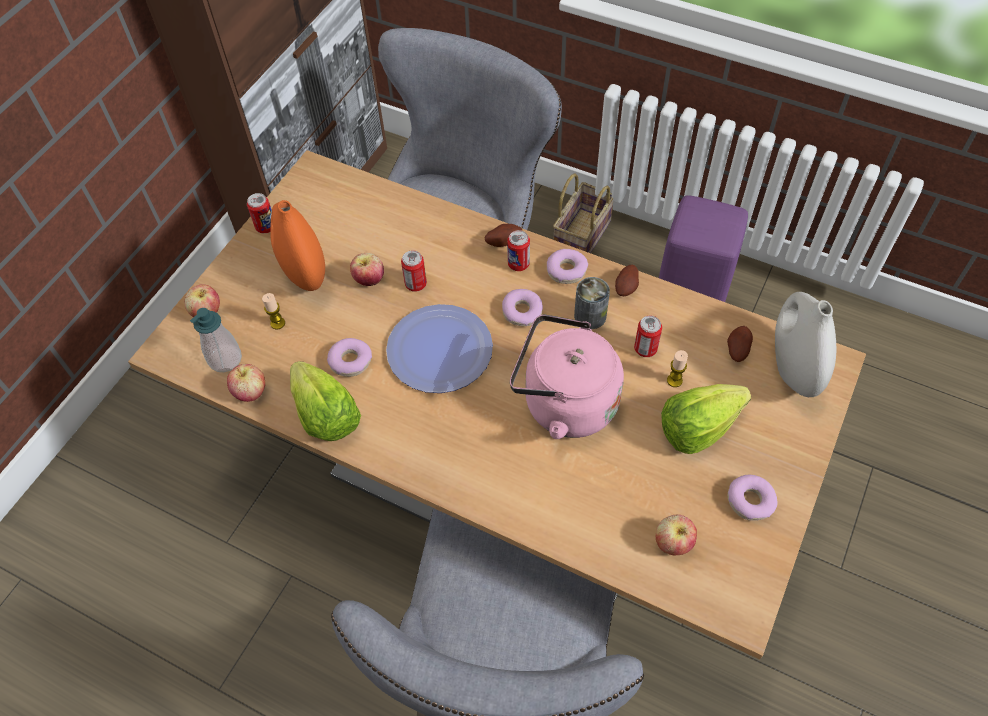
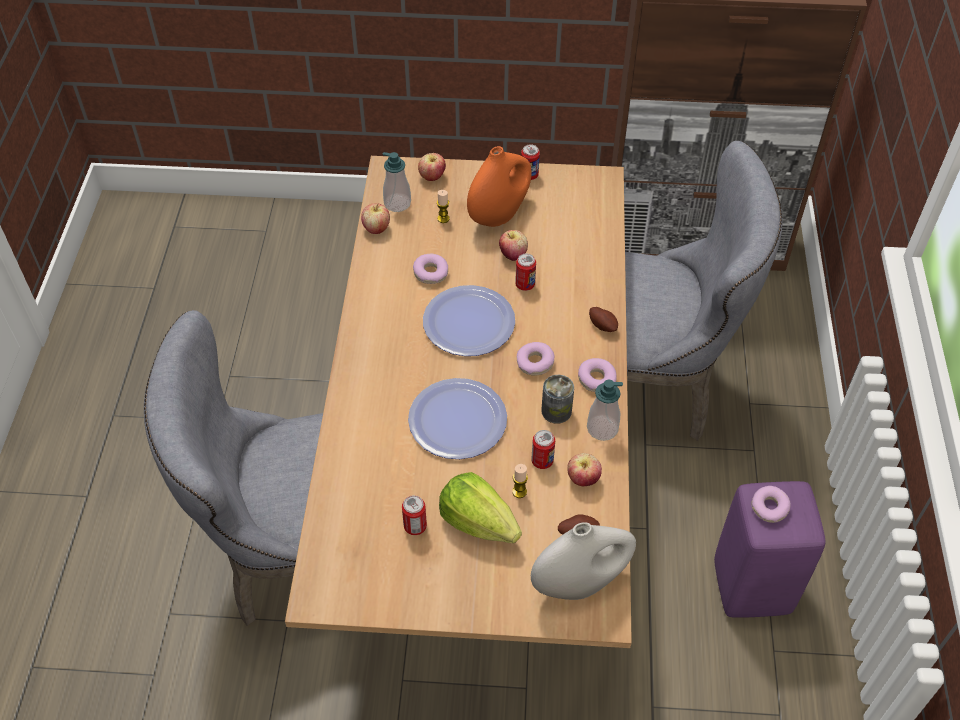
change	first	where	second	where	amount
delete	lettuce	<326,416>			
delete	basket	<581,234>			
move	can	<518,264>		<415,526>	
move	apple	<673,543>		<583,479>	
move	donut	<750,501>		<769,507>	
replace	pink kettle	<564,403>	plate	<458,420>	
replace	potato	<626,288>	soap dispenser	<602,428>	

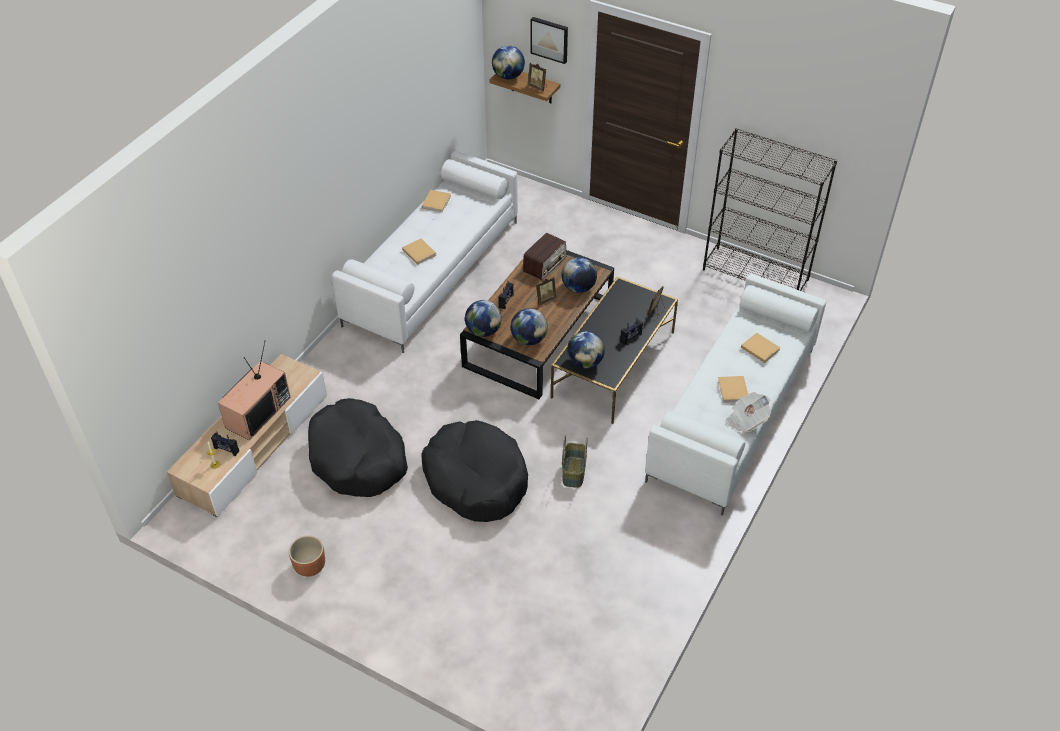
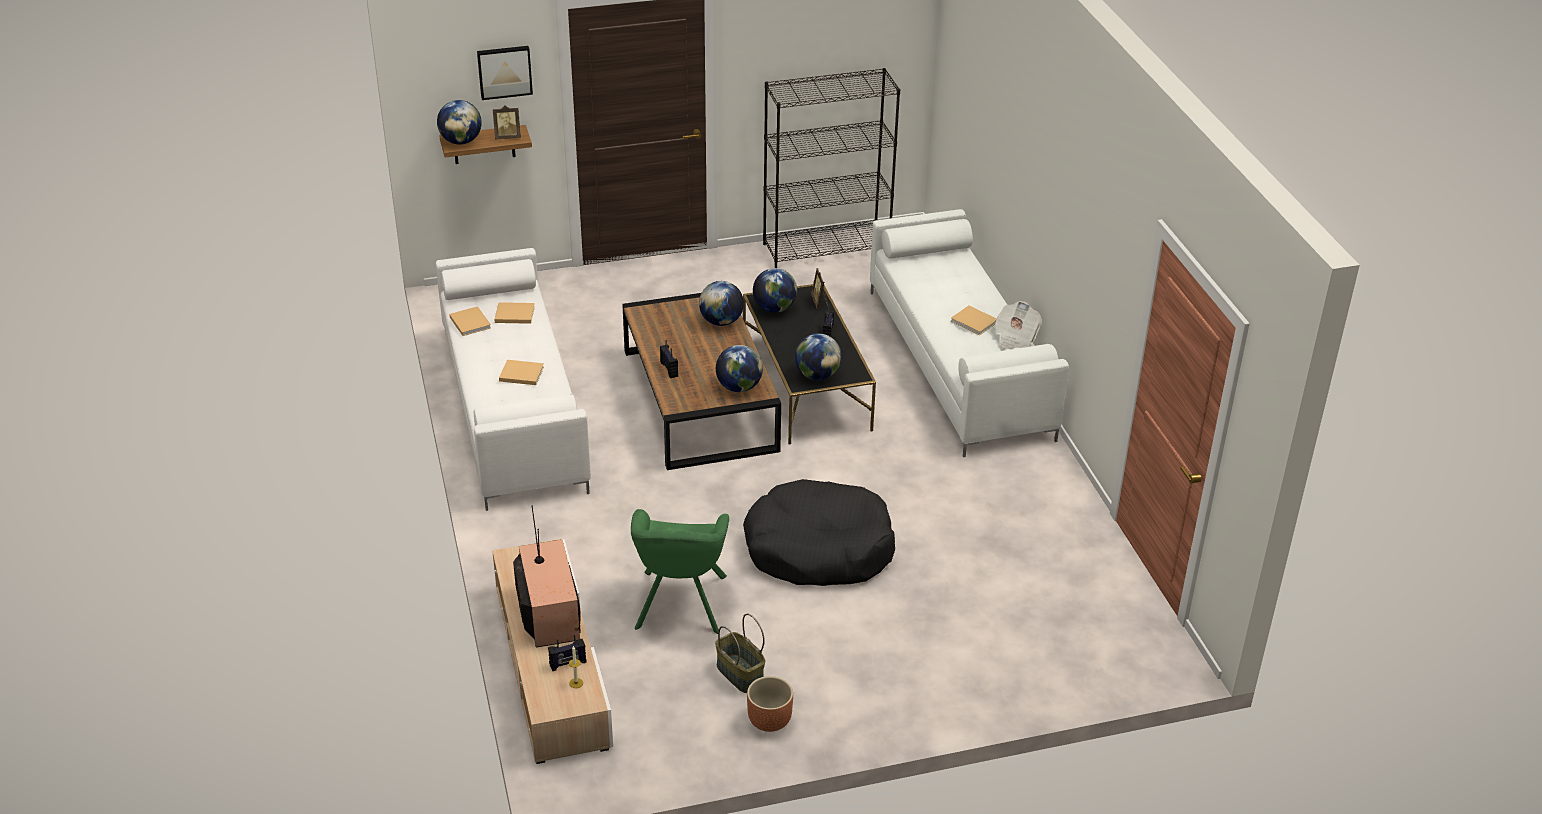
change	first	where	second	where	amount
delete	radio	<544,264>			
delete	picture frame	<544,299>			
move	globe	<483,331>		<774,308>	
move	basket	<573,472>		<739,674>	
move	beige book	<759,348>		<513,314>	
replace	black dog bed	<358,458>	green armchair	<680,606>	

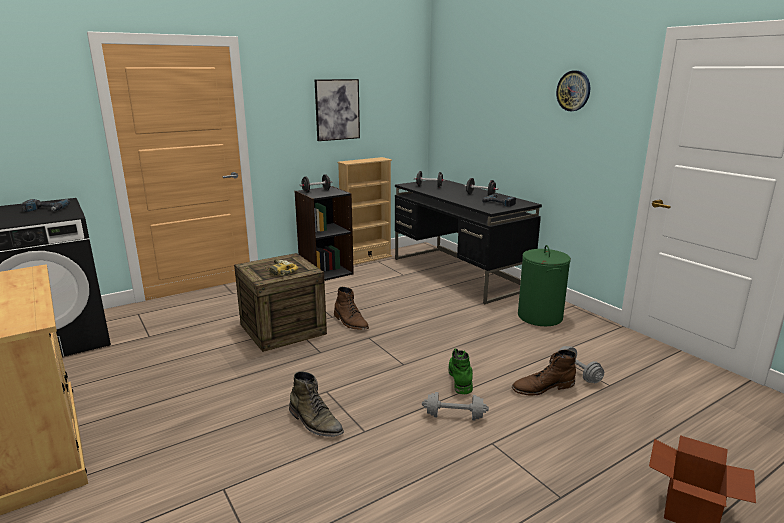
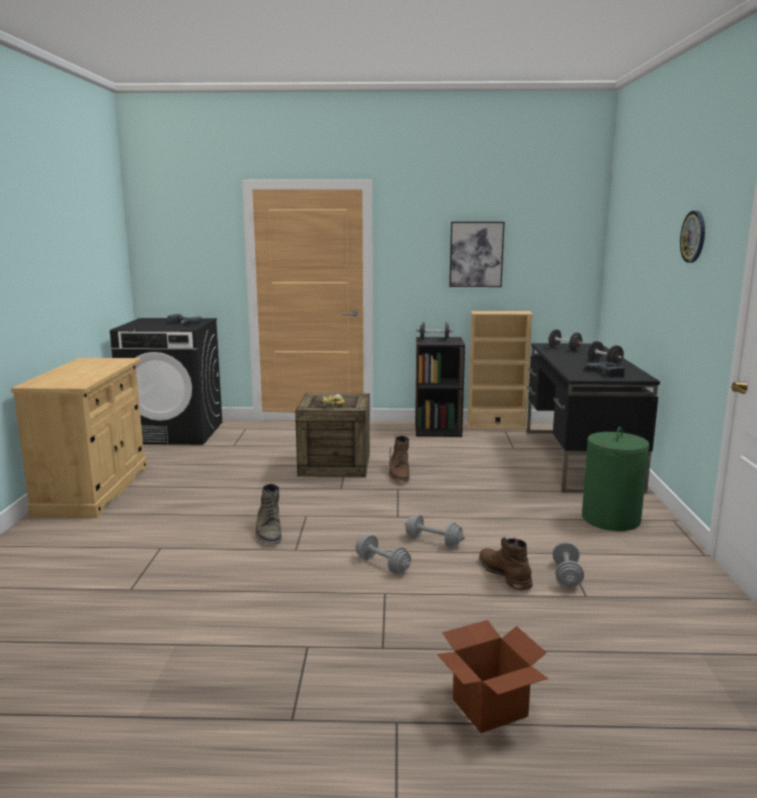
change	first	where	second	where	amount
replace	green boot	<460,378>	grey dumbbell	<433,541>	
rotate	brown boot	<542,387>		<504,573>	45 degrees clockwise

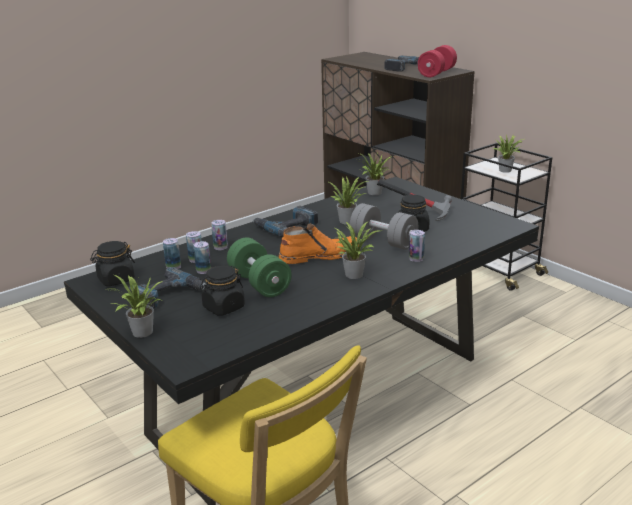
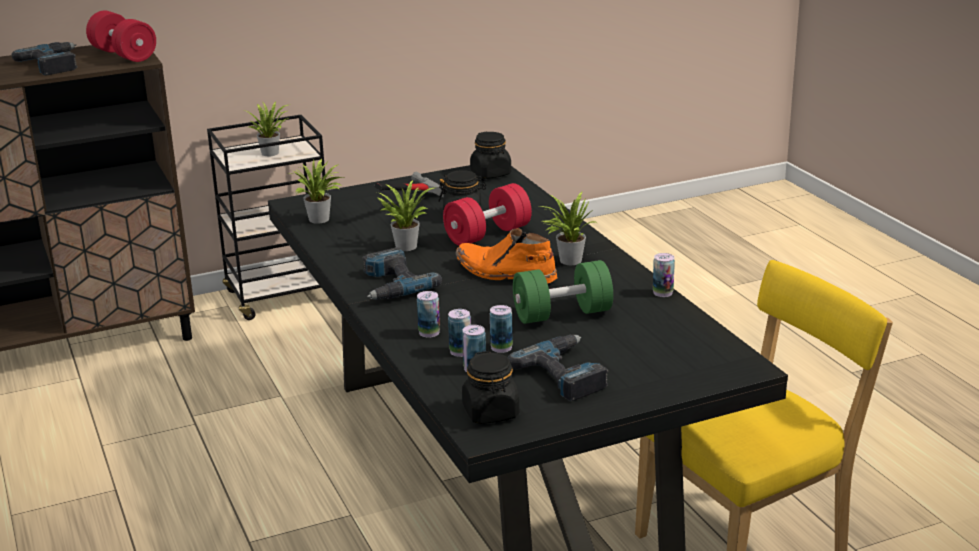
change	first	where	second	where	amount
delete	potted plant	<140,333>			
move	black jar	<223,307>		<491,174>	
move	can	<416,258>		<662,292>	
recolor	grey dumbbell	<383,241>	red dumbbell	<487,235>	
rotate	orange boot	<319,256>		<504,273>	60 degrees counterclockwise

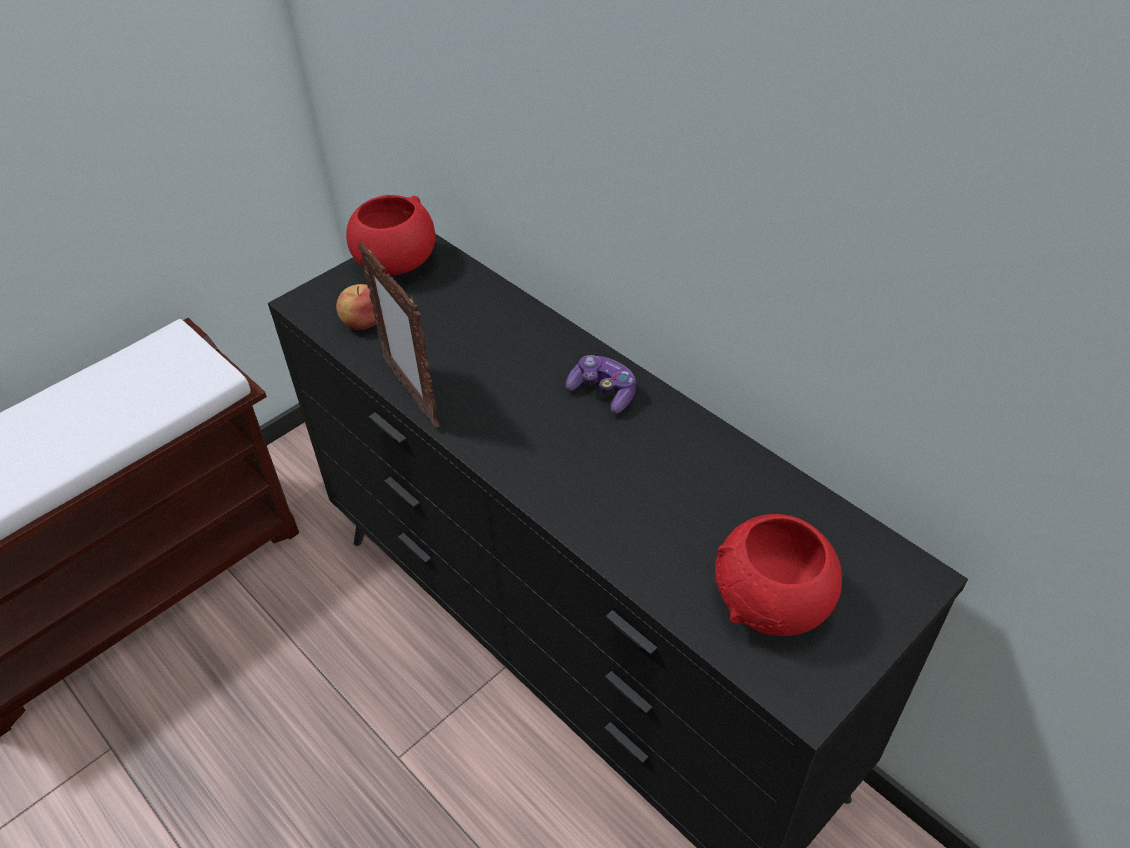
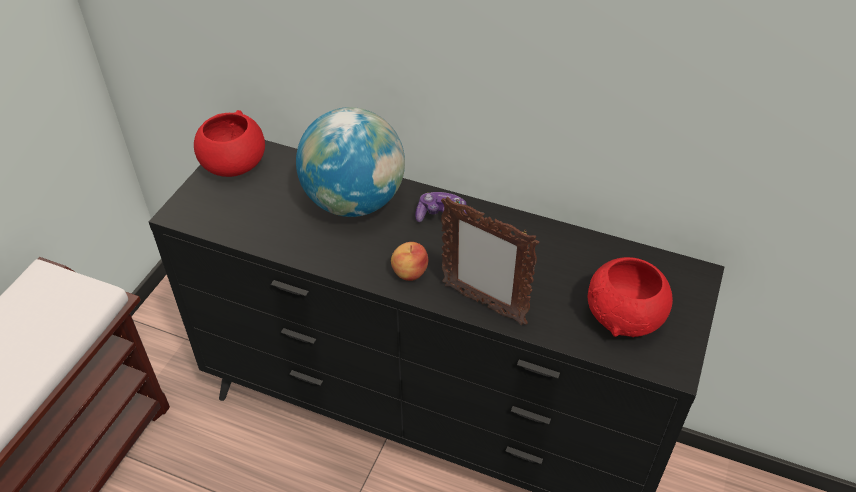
change	first	where	second	where	amount
insert			globe	<354,202>	
move	apple	<363,322>		<409,272>	
move	picture frame	<411,393>		<483,304>	

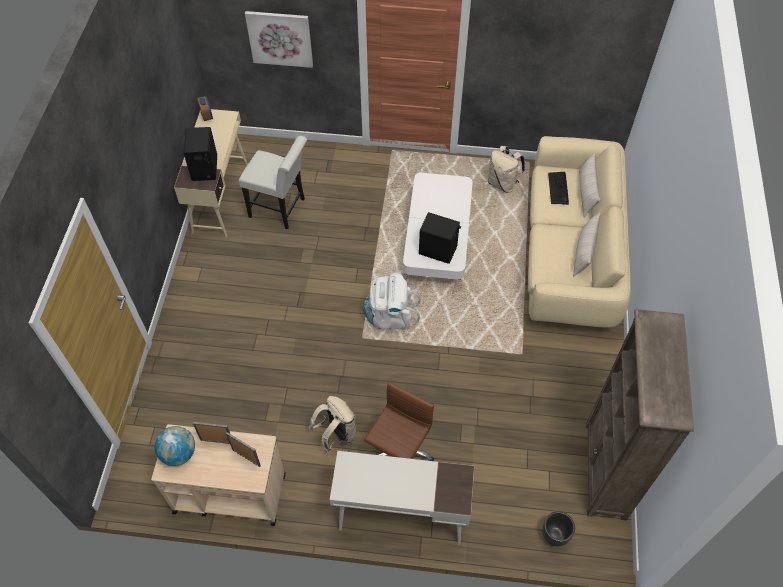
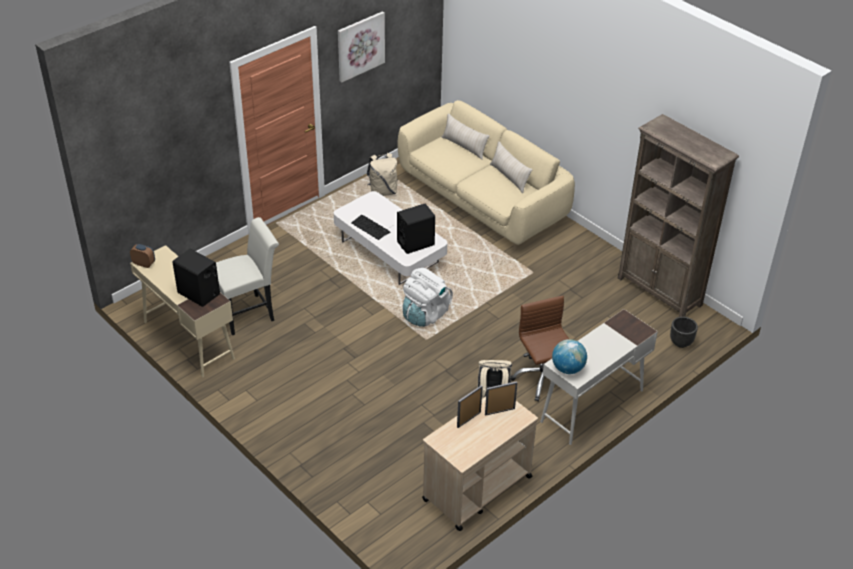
change	first	where	second	where	amount
move	globe	<179,453>		<568,368>	
move	picture	<280,38>		<360,46>	
move	keyboard	<558,188>		<370,227>	

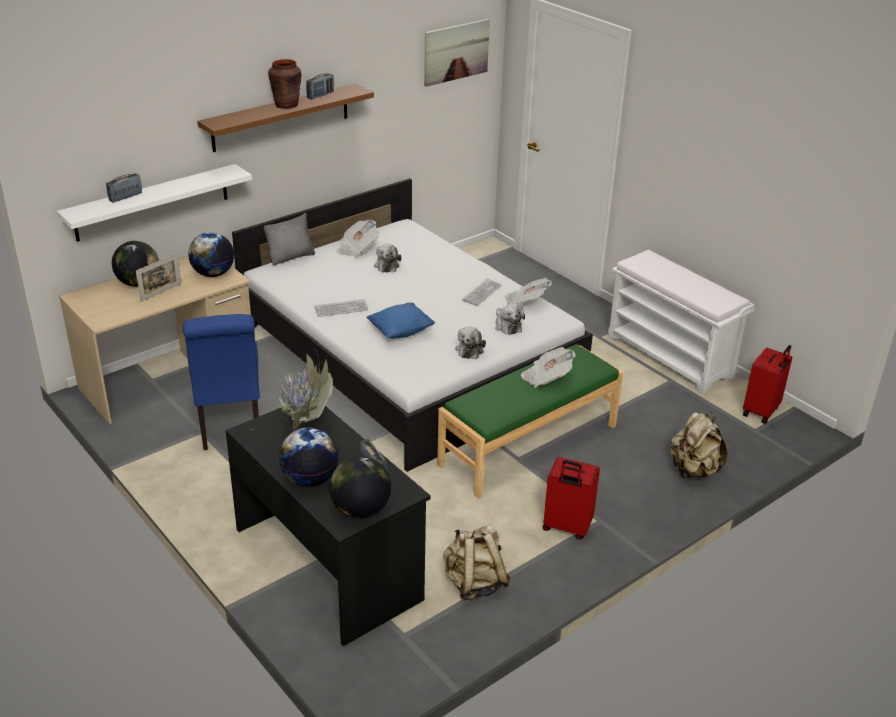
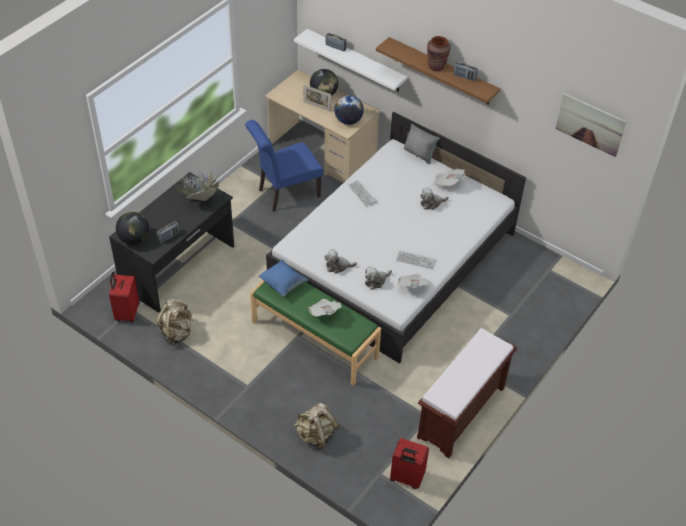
change	first	where	second	where	amount
delete	globe	<310,479>			
move	blue pillow	<401,332>		<283,284>	
move	red suitcase	<566,527>		<127,313>	
recolor	white bench	<670,357>	brown bench	<461,413>	

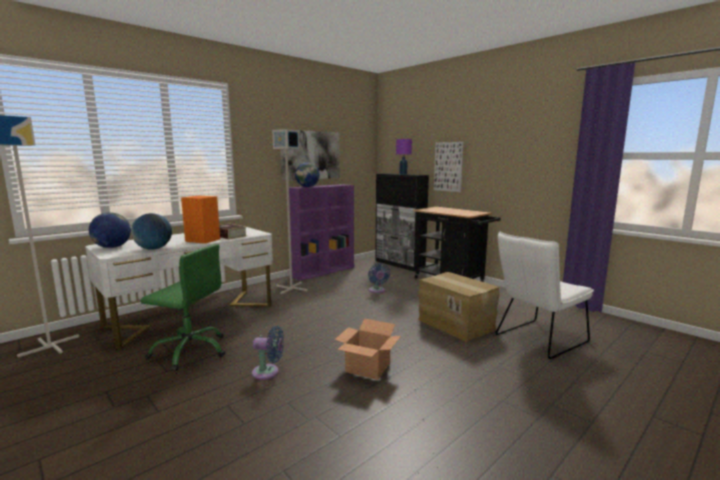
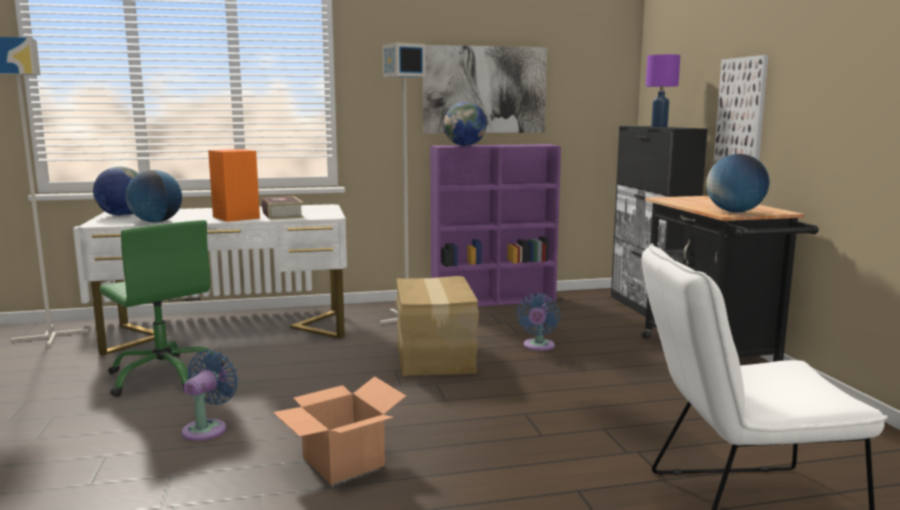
change	first	where	second	where	amount
insert			globe	<734,212>	
move	cardboard box	<456,324>		<436,356>	
rotate	blue fan	<268,372>		<207,428>	105 degrees counterclockwise

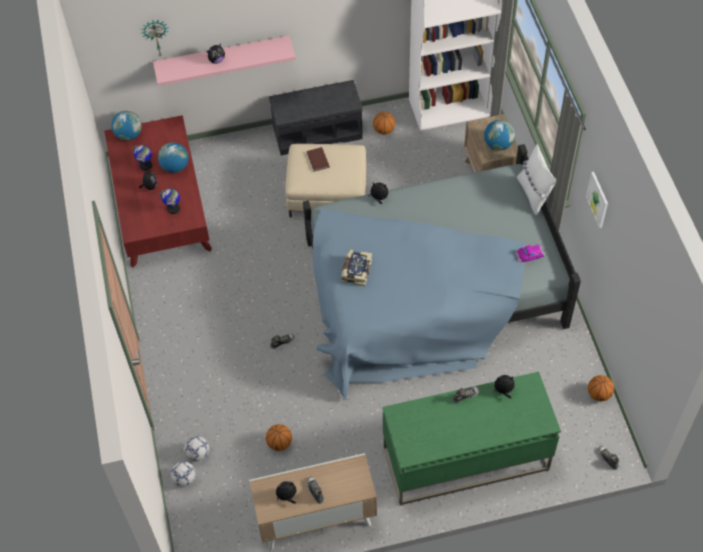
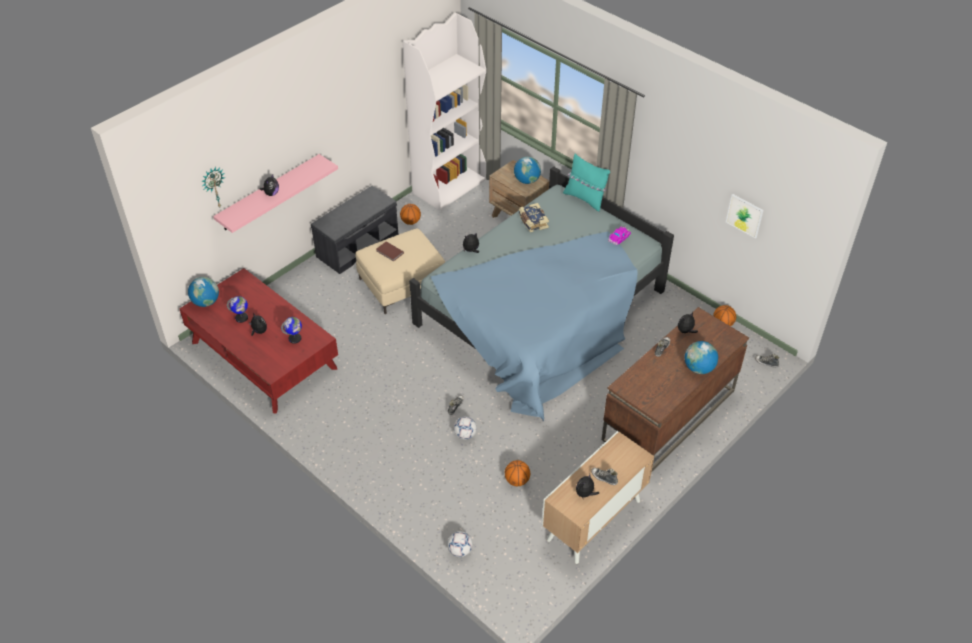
change	first	where	second	where	amount
move	globe	<175,167>		<698,368>	
move	football	<198,453>		<465,435>	
move	book	<356,271>		<532,222>	
move	picture	<597,199>		<744,215>	
recolor	green desk	<465,459>	brown desk	<668,415>	
recolor	white pillow	<533,194>	turquoise pillow	<585,199>	

